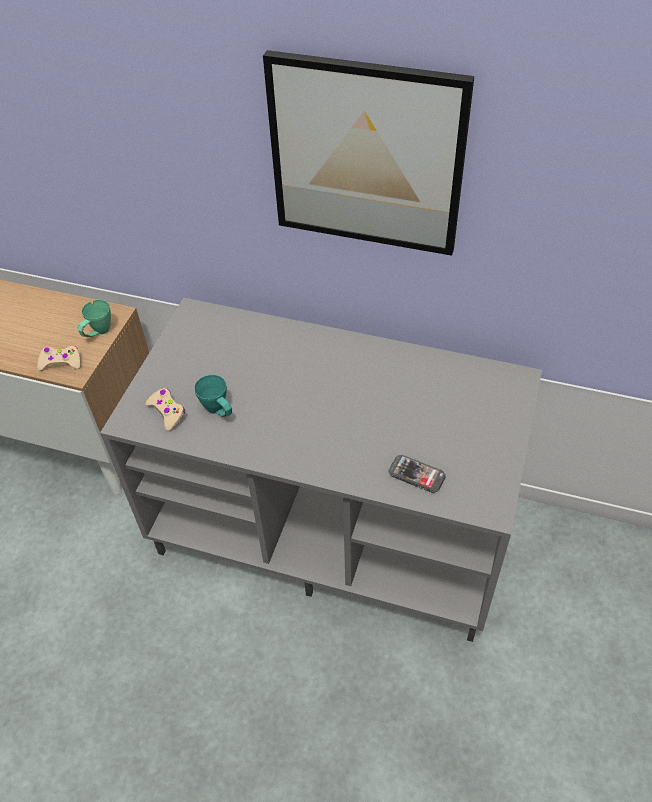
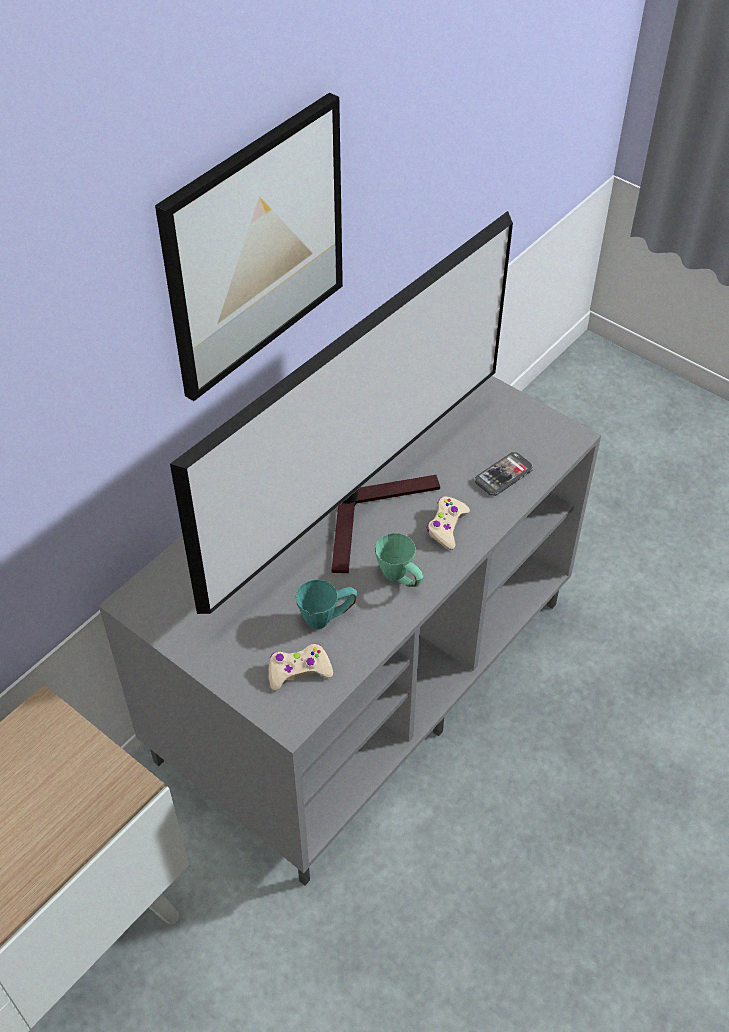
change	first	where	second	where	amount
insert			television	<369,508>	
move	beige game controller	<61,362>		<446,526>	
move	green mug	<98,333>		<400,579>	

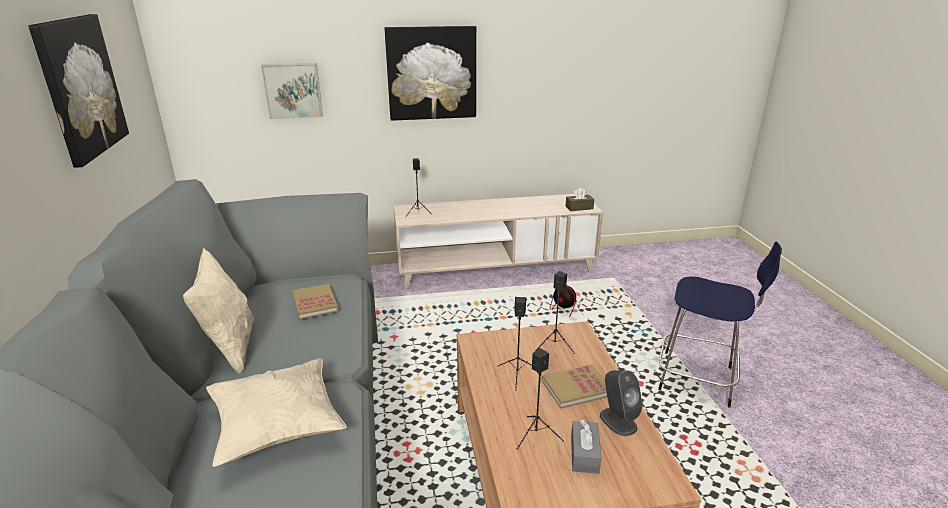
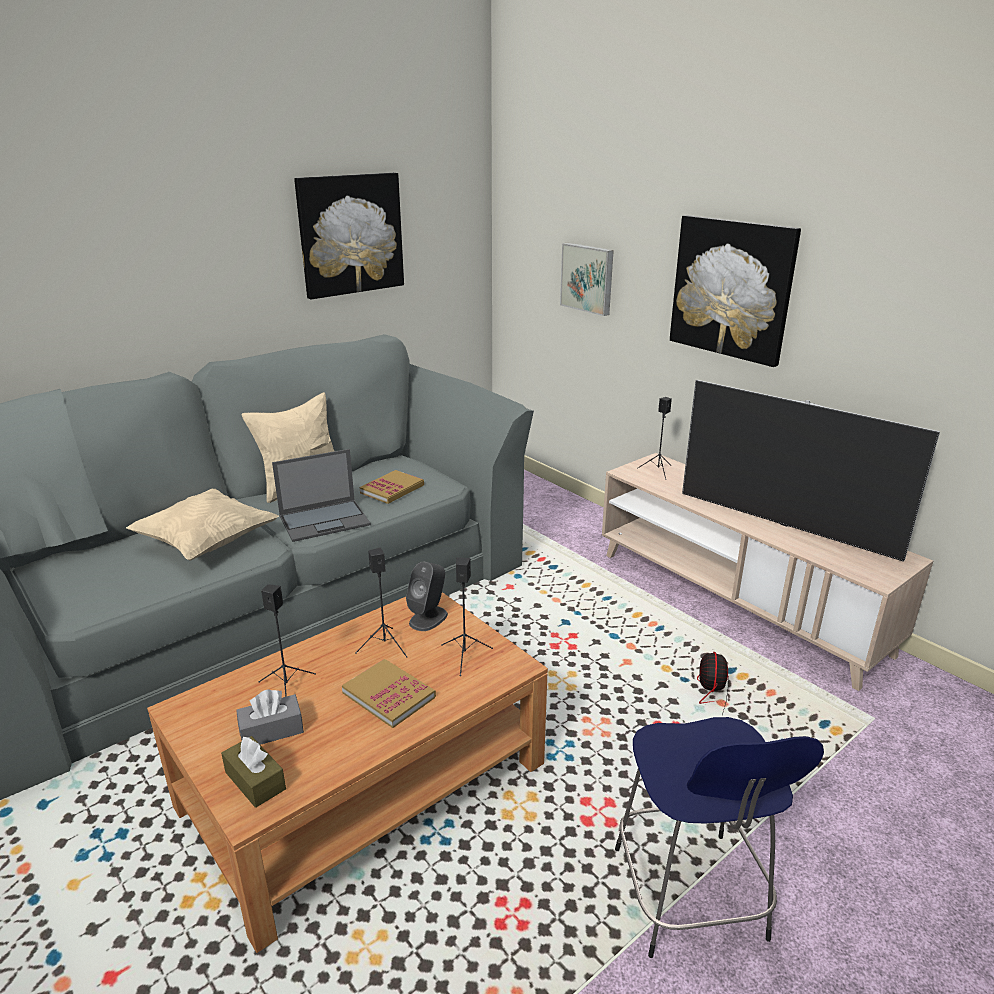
change	first	where	second	where	amount
insert			laptop	<325,520>	
insert			television	<784,525>	
move	brown tissue box	<579,208>		<255,780>	
move	grey speaker	<617,421>		<428,618>	

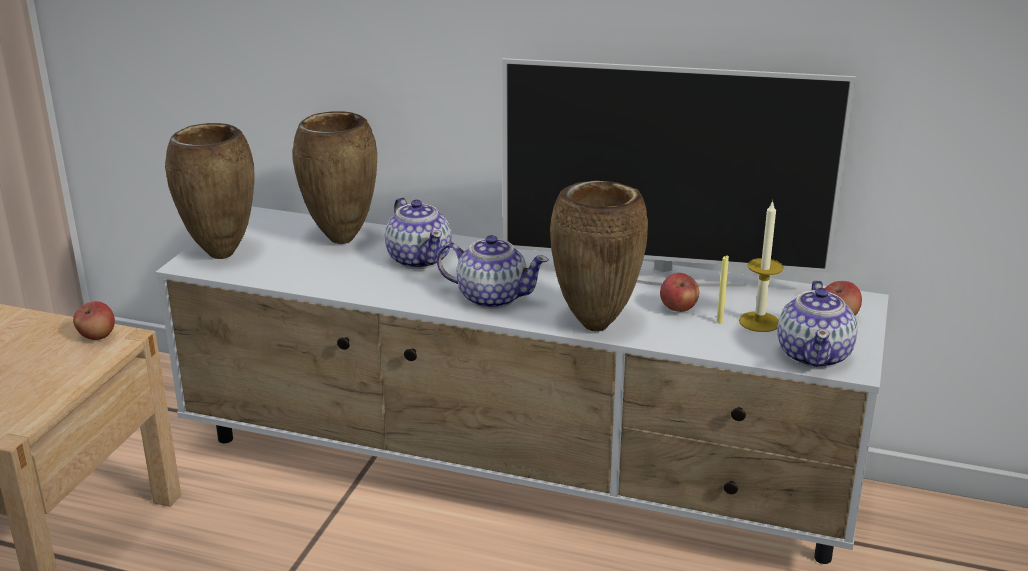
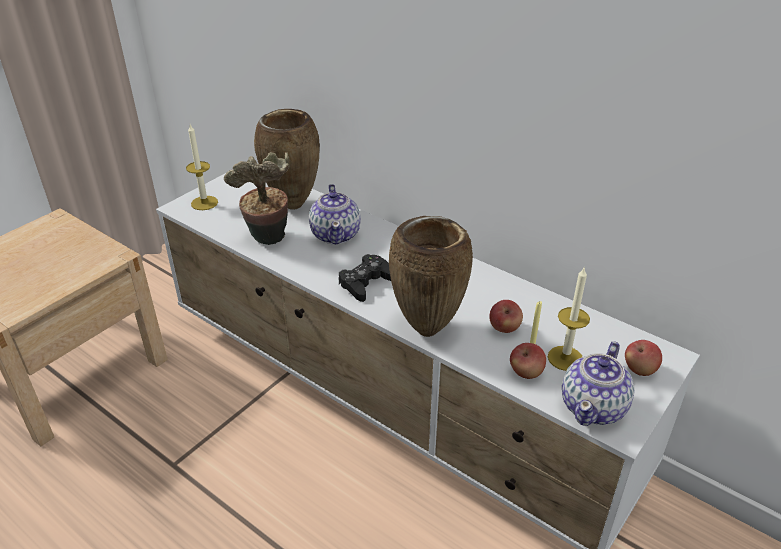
change	first	where	second	where	amount
delete	television	<662,278>			
insert			potted plant	<268,240>	
move	apple	<97,336>		<526,373>	
replace	brown vase	<219,255>	candle	<204,203>	
replace	teapot	<491,297>	black game controller	<365,283>	

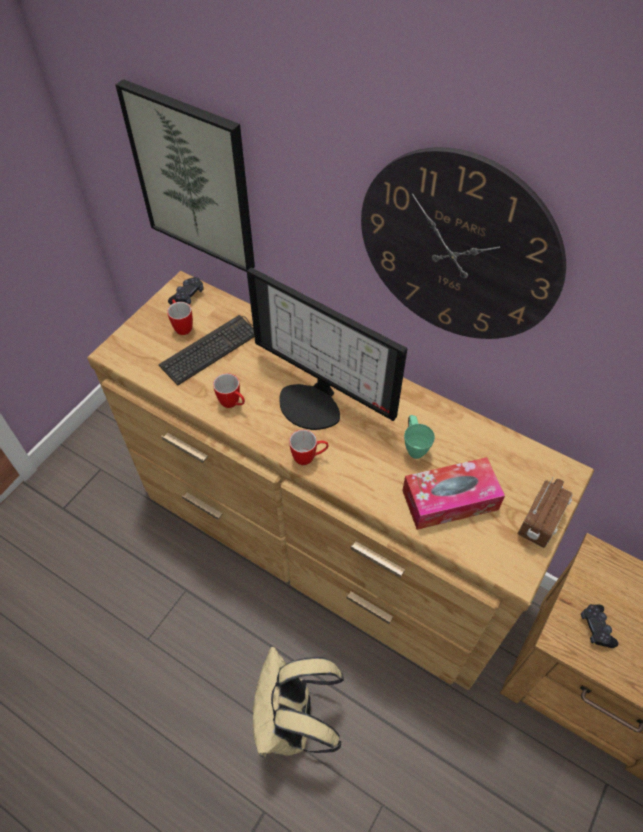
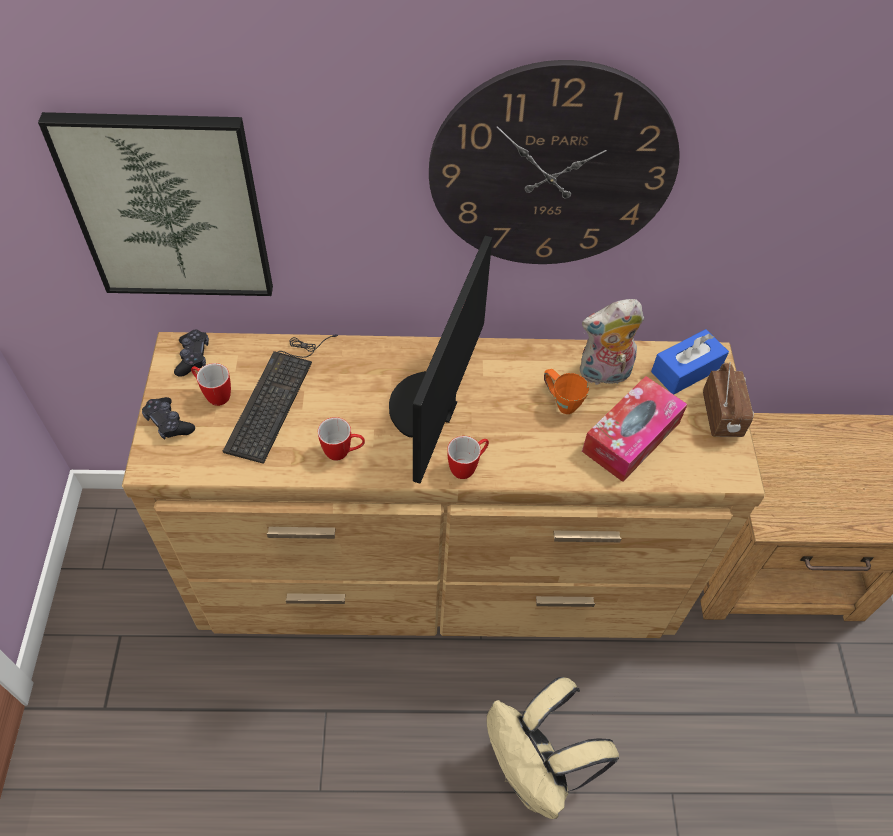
change	first	where	second	where	amount
insert			plush toy	<603,374>	
insert			blue tissue box	<686,370>	
move	black game controller	<596,628>		<169,423>	
recolor	green mug	<414,446>	orange mug	<560,402>	
rotate	monitor	<314,402>		<429,407>	105 degrees clockwise

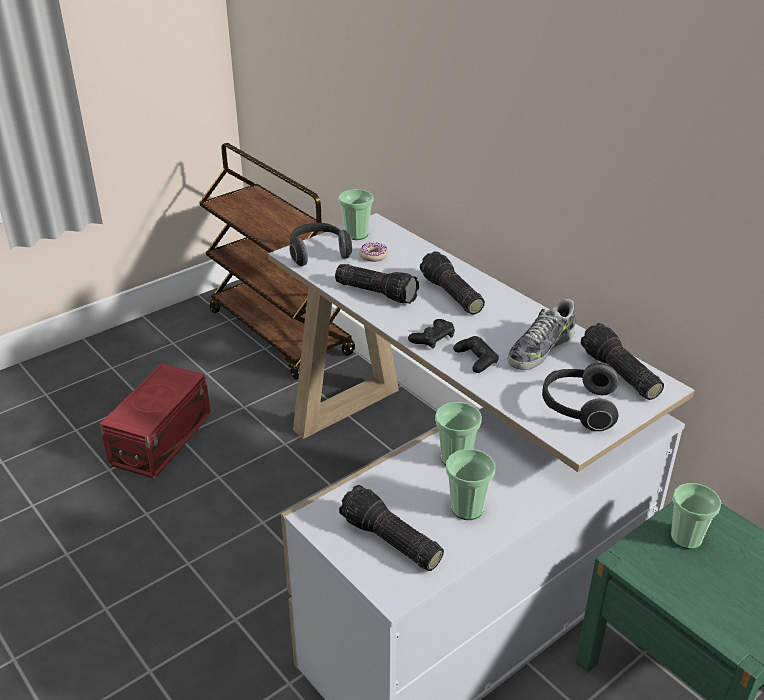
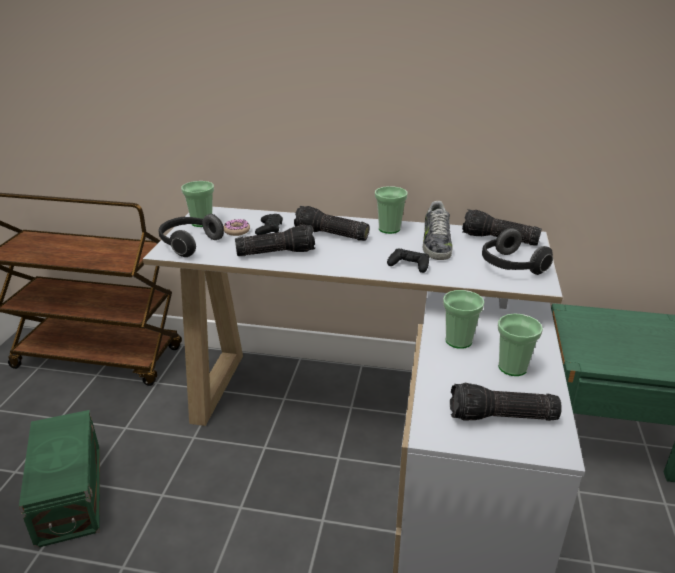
change	first	where	second	where	amount
move	black game controller	<432,338>		<269,229>	
move	cup	<686,538>		<389,229>	
recolor	red storage box	<159,439>	green storage box	<68,496>	

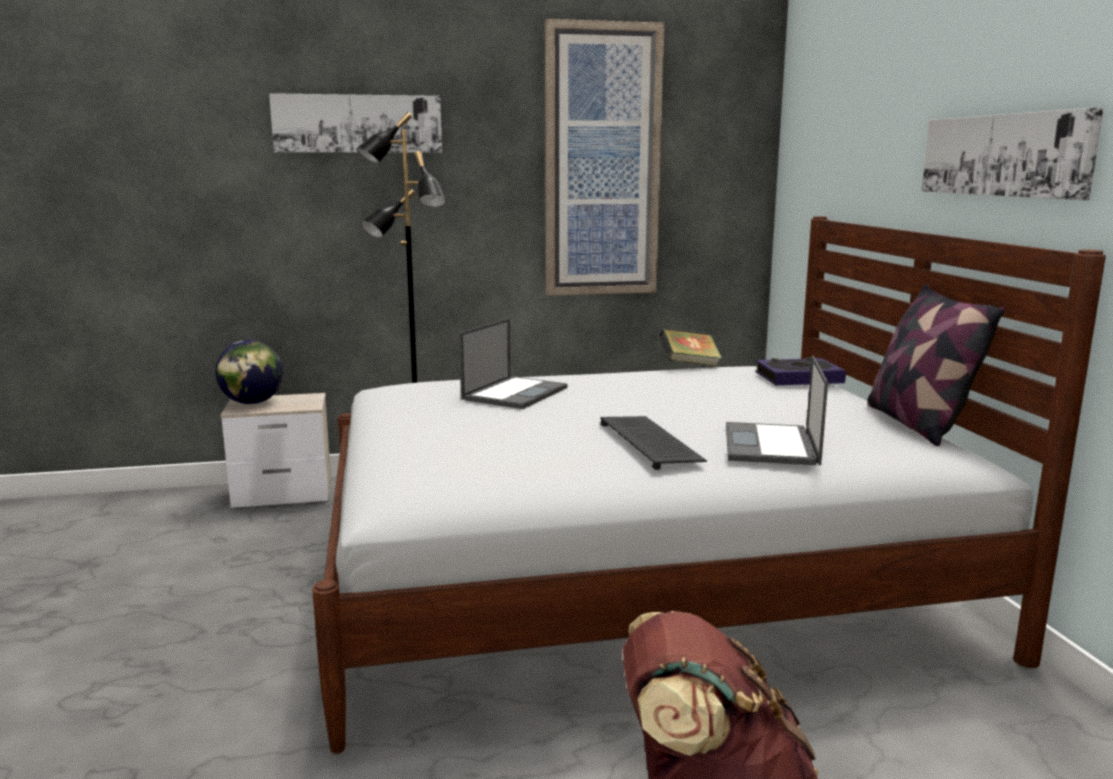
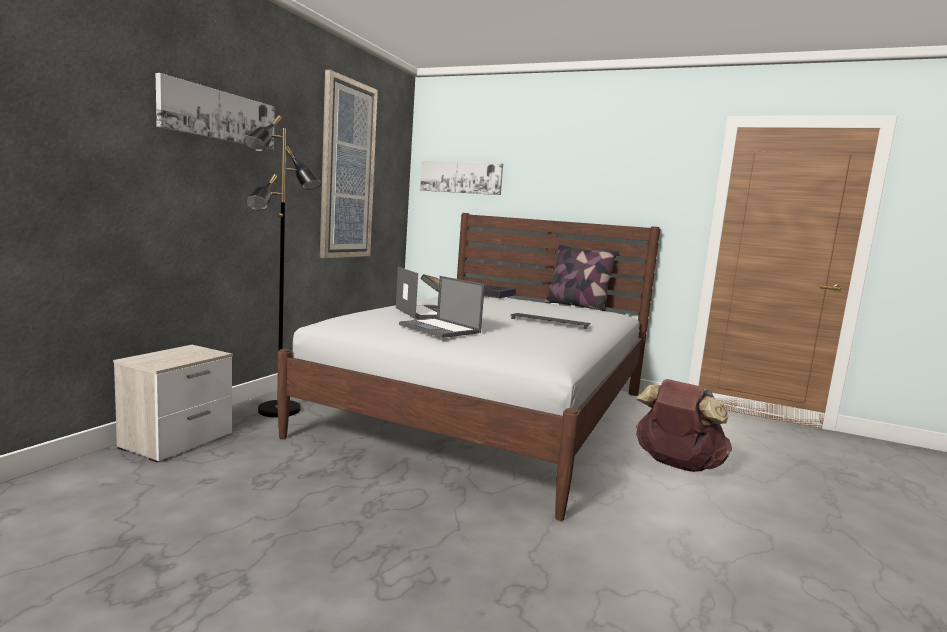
change	first	where	second	where	amount
delete	globe	<252,403>			
move	laptop	<771,445>		<440,329>	
move	picture	<1004,155>		<461,177>	

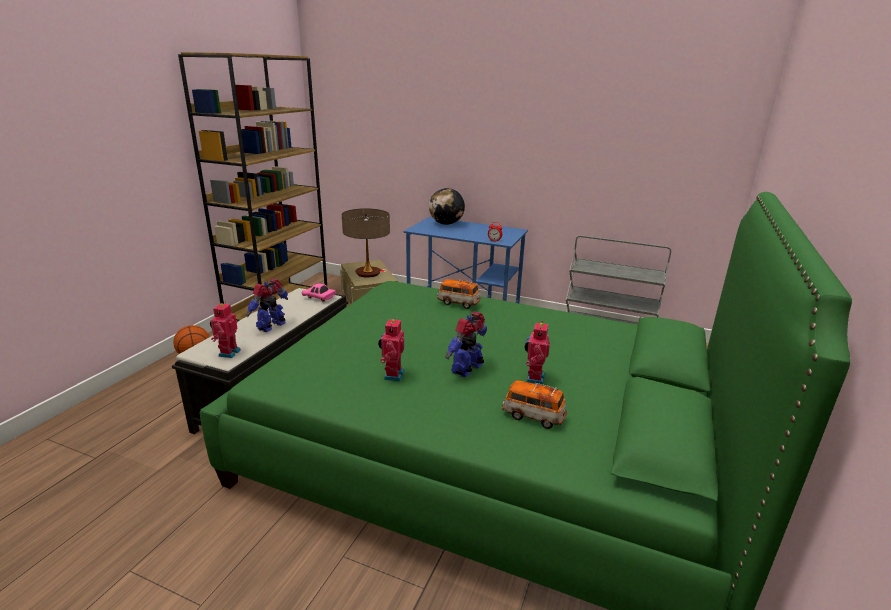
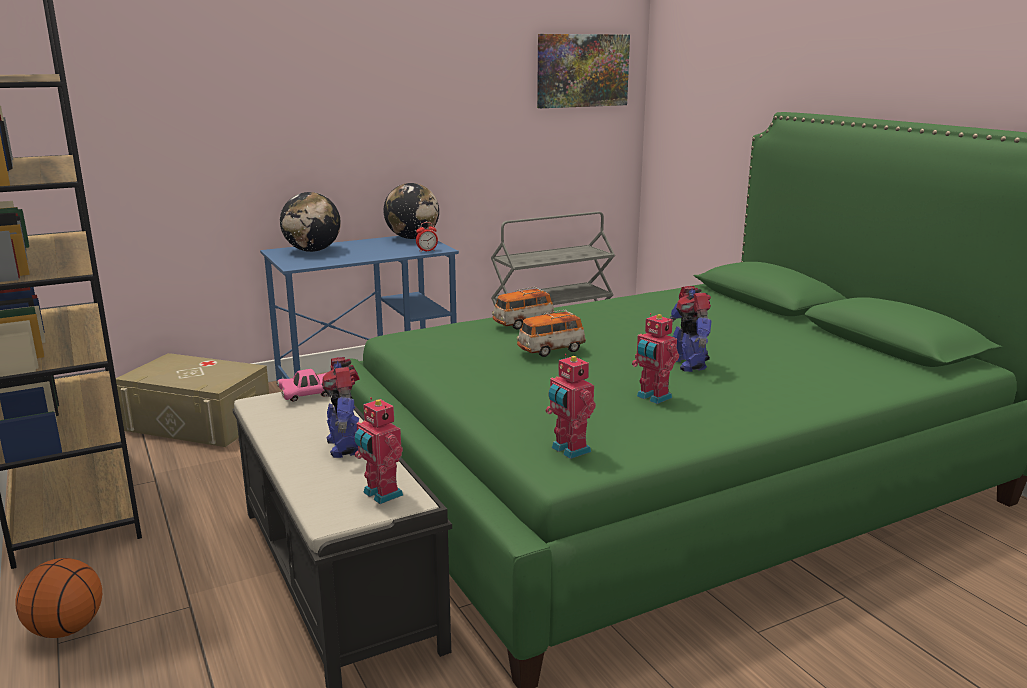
change	first	where	second	where	amount
delete	table lamp	<368,273>			
insert			globe	<412,238>	
insert			picture	<582,70>	
move	toy car	<533,416>		<551,350>	
move	toy robot	<533,378>		<569,450>	

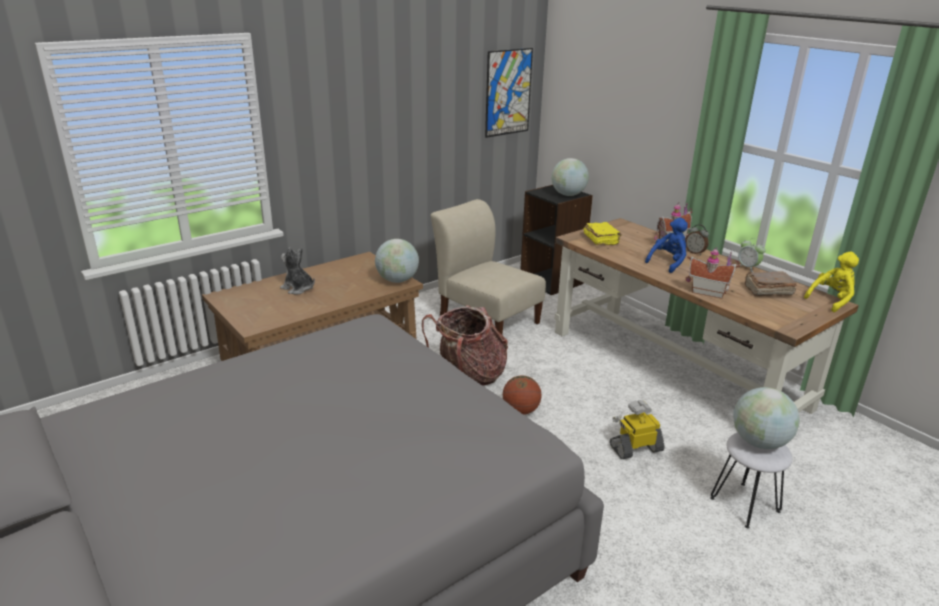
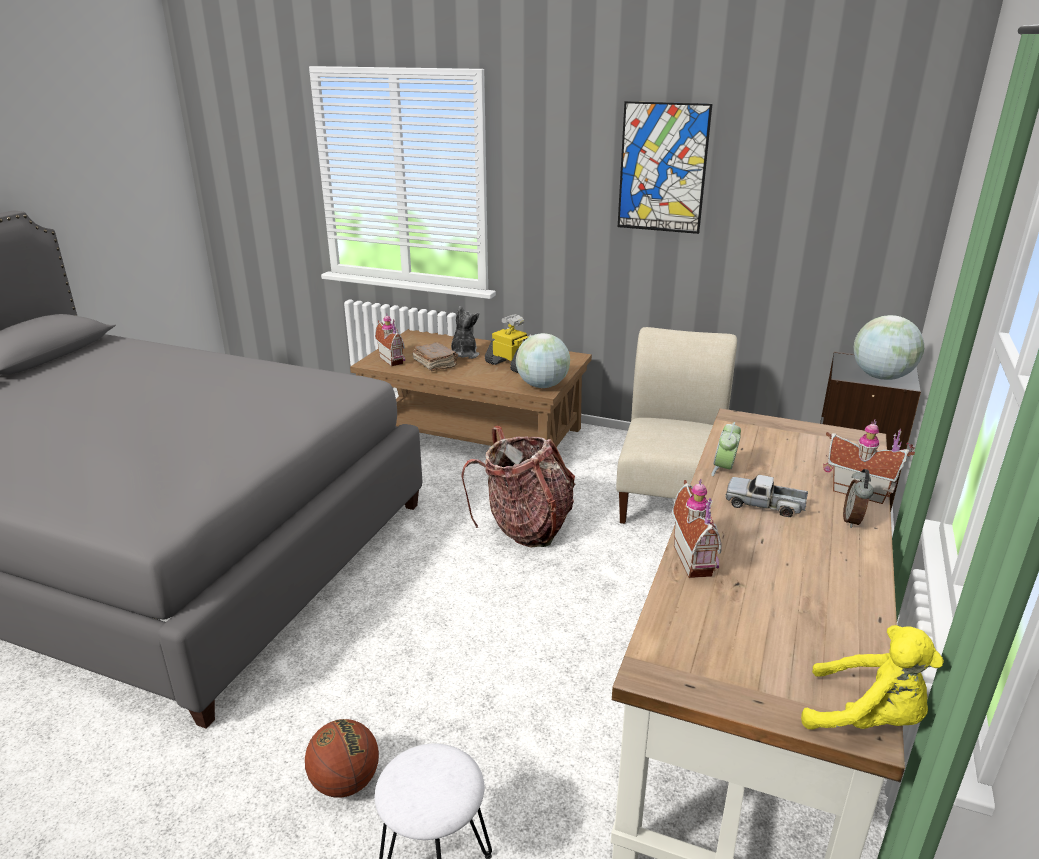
change	first	where	second	where	amount
delete	yellow book	<601,240>			
delete	globe	<759,442>			
insert			toy house	<393,360>	
move	picture	<508,92>		<662,168>	
move	basketball	<520,411>		<345,782>	
move	toy robot	<635,448>		<511,365>	
move	alarm clock	<748,268>		<724,469>	
move	brown book	<767,291>		<435,364>	
replace	blue plush toy	<668,263>	toy truck	<764,505>	

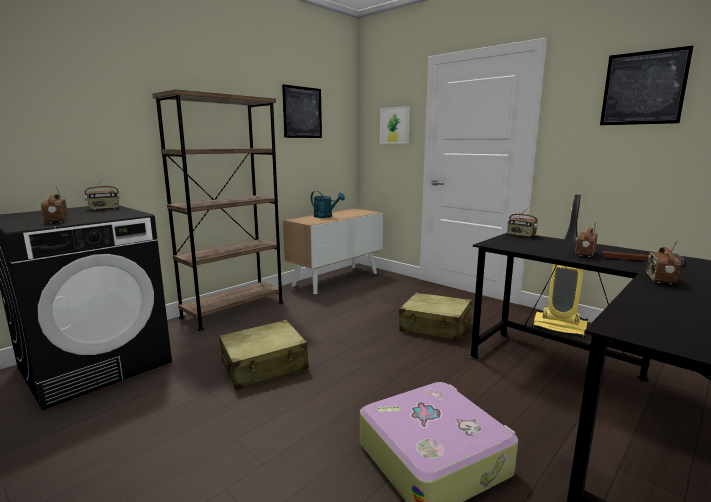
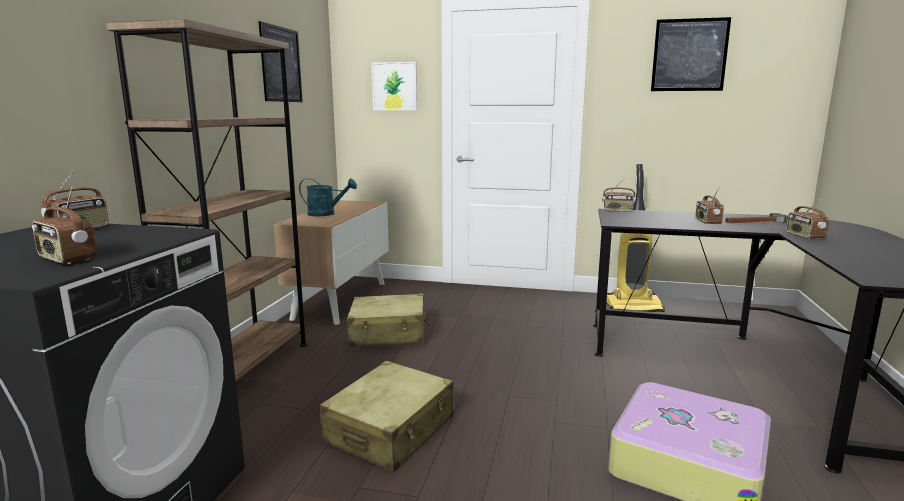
change	first	where	second	where	amount
move	beige suitcase	<435,327>		<388,333>	

